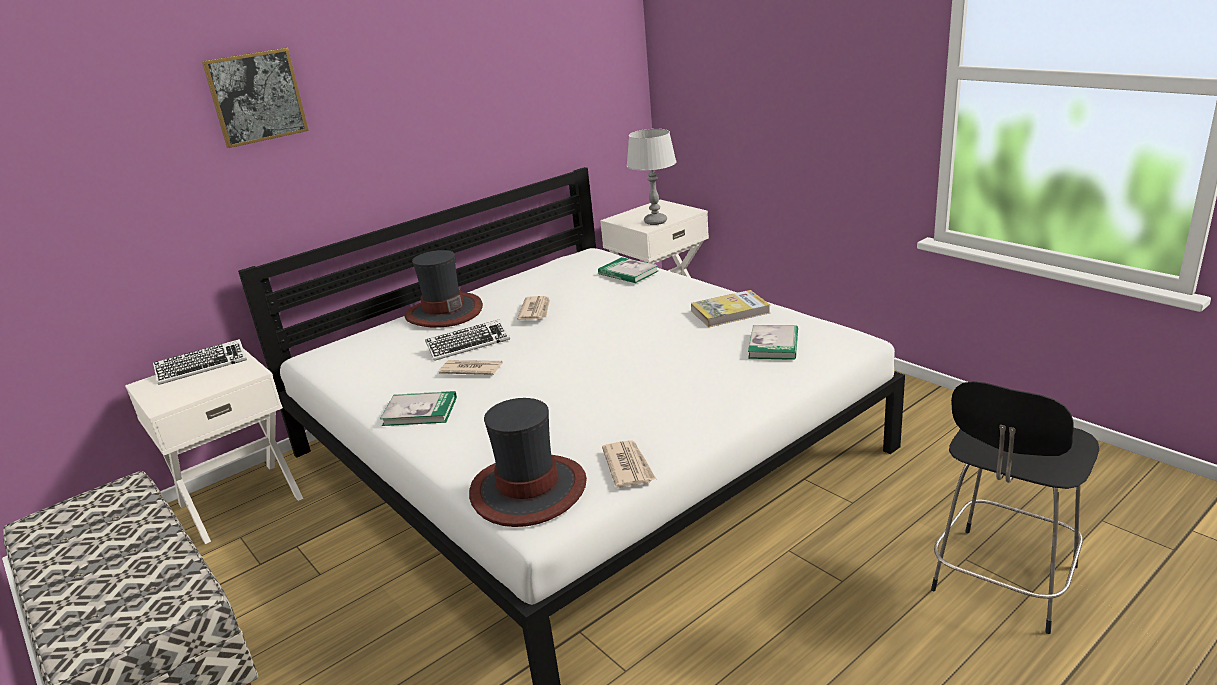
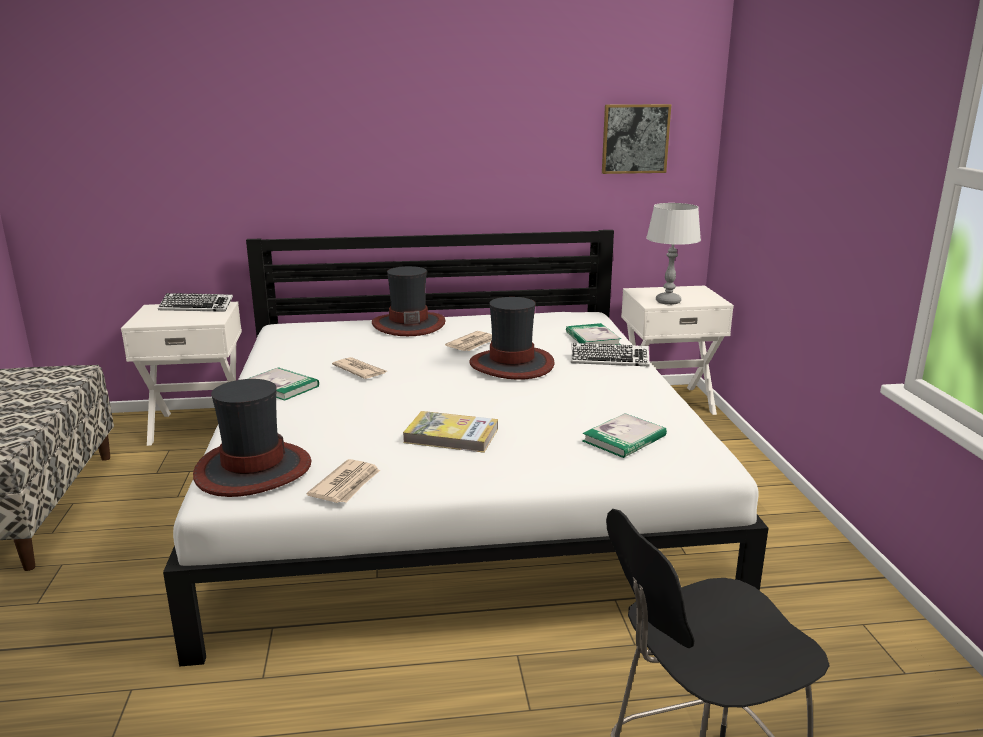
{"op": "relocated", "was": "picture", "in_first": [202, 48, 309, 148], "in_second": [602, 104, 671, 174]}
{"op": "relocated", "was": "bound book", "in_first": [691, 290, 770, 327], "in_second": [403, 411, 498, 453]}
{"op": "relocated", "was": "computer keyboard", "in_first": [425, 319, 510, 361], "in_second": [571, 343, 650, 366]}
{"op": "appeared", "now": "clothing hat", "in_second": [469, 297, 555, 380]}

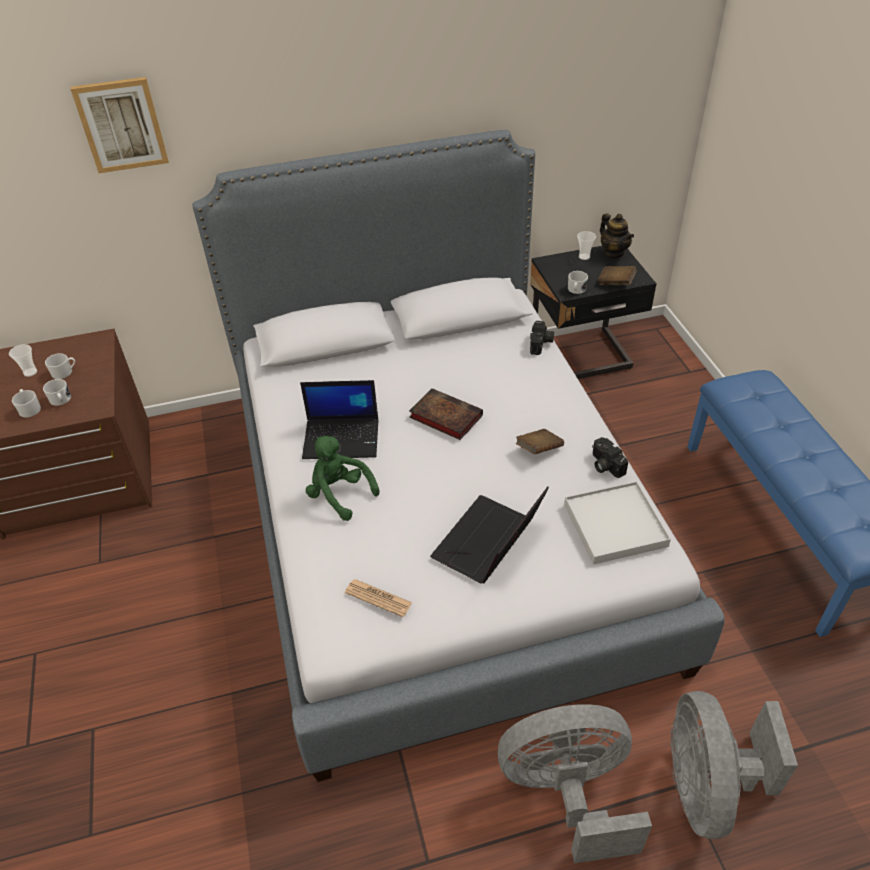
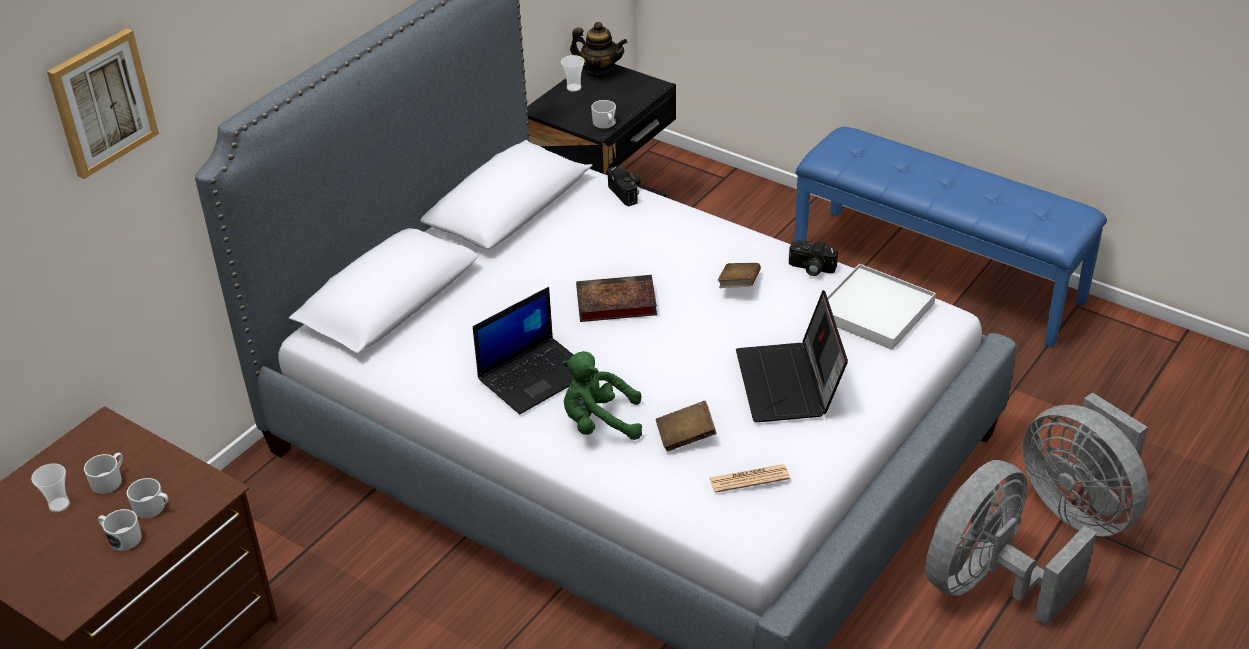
{"op": "relocated", "was": "brown-coloured bound book", "in_first": [597, 266, 637, 285], "in_second": [656, 401, 717, 451]}

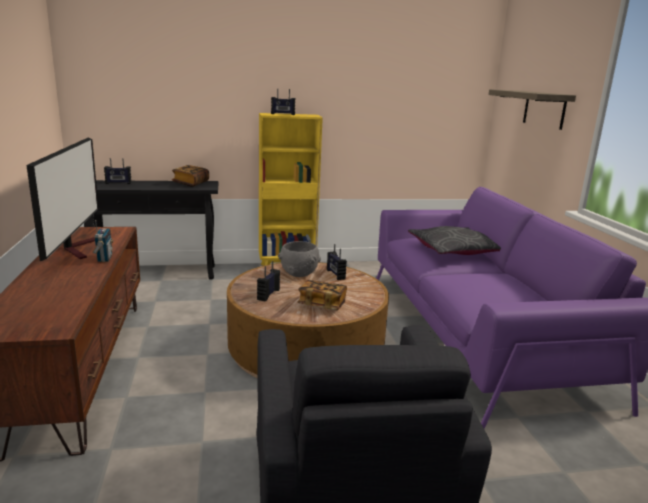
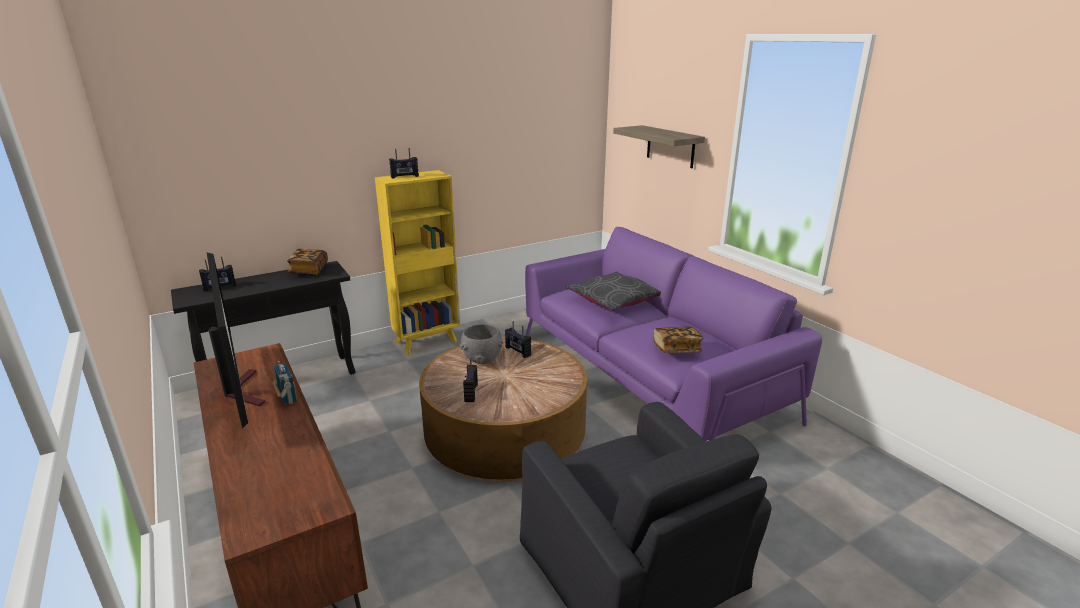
{"op": "relocated", "was": "bound book", "in_first": [297, 280, 347, 310], "in_second": [653, 327, 703, 353]}

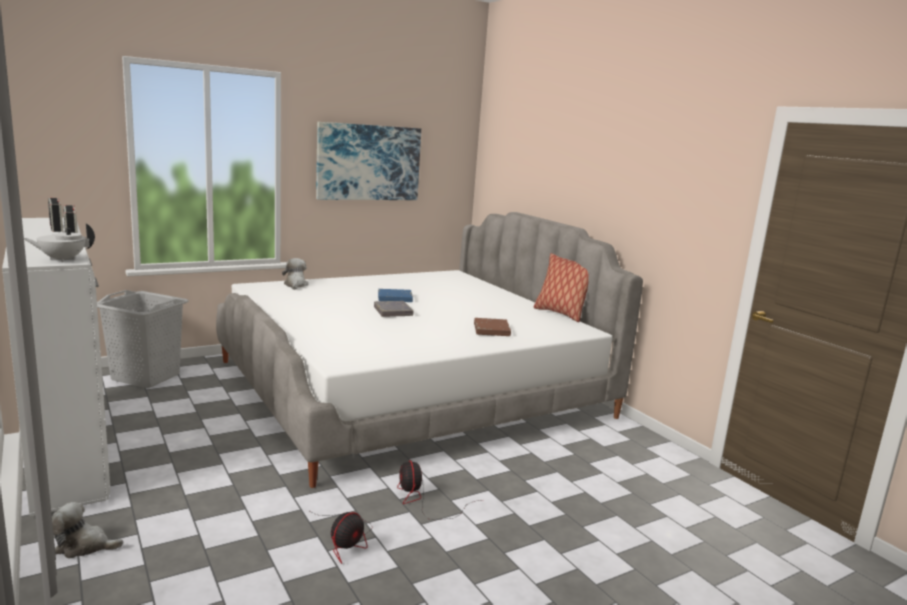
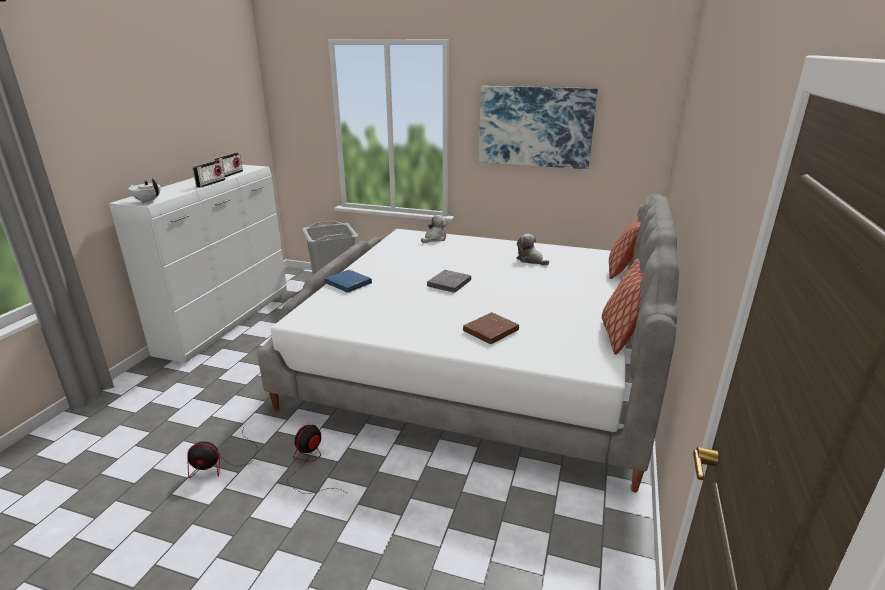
{"op": "relocated", "was": "bluish bound book", "in_first": [378, 289, 413, 302], "in_second": [325, 270, 372, 293]}
{"op": "relocated", "was": "plush toy", "in_first": [52, 502, 123, 559], "in_second": [516, 234, 549, 265]}
{"op": "appeared", "now": "cushion", "in_second": [609, 216, 641, 279]}

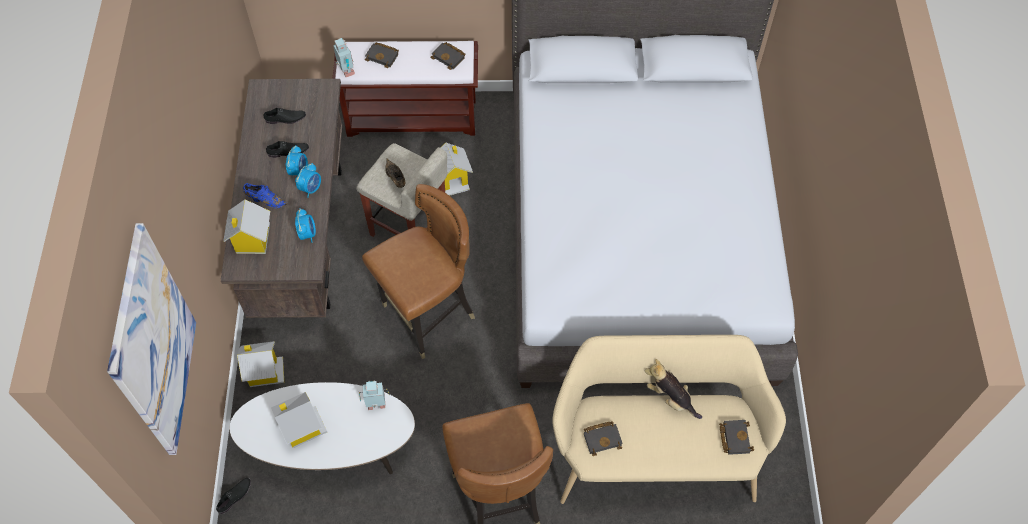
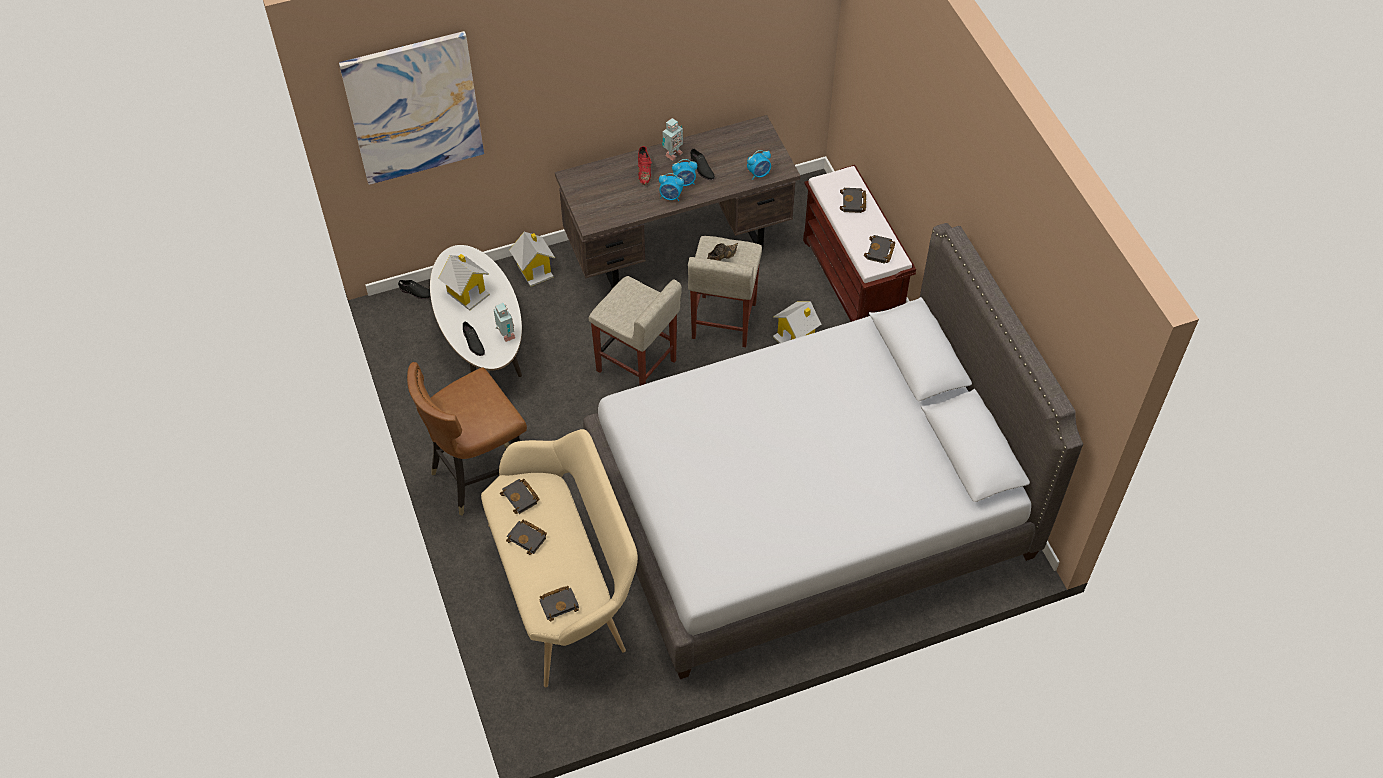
{"op": "relocated", "was": "robot figure", "in_first": [333, 38, 355, 77], "in_second": [662, 118, 683, 161]}
{"op": "relocated", "was": "black-coloured item of footwear", "in_first": [264, 108, 306, 124], "in_second": [463, 322, 485, 356]}
{"op": "colour", "was": "bluish item of footwear", "now": "red-coloured item of footwear", "in_first": [243, 183, 287, 208], "in_second": [638, 146, 652, 185]}
{"op": "exchanged", "was": "brown-coloured upright chair", "now": "beige-coloured sitting stool", "in_first": [362, 184, 475, 359], "in_second": [588, 276, 682, 386]}
{"op": "missing", "was": "toy house", "in_first": [223, 199, 270, 254]}
{"op": "relocated", "was": "alarm clock", "in_first": [295, 209, 316, 243], "in_second": [747, 150, 771, 180]}
{"op": "missing", "was": "plush toy", "in_first": [645, 359, 702, 419]}
{"op": "appeared", "now": "black-coloured bound book", "in_second": [506, 520, 547, 555]}

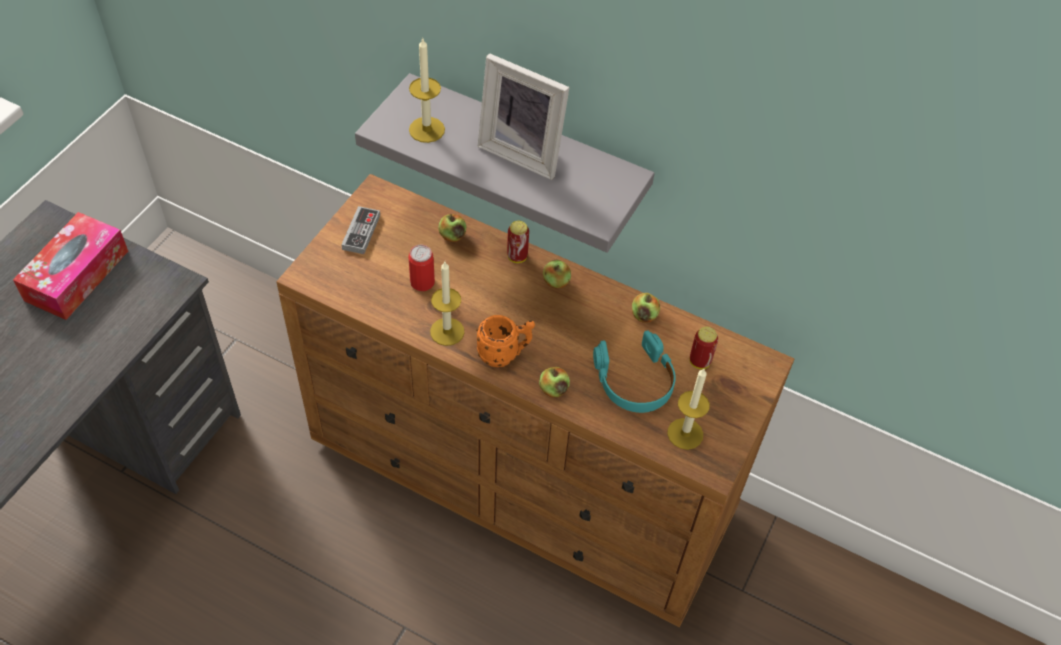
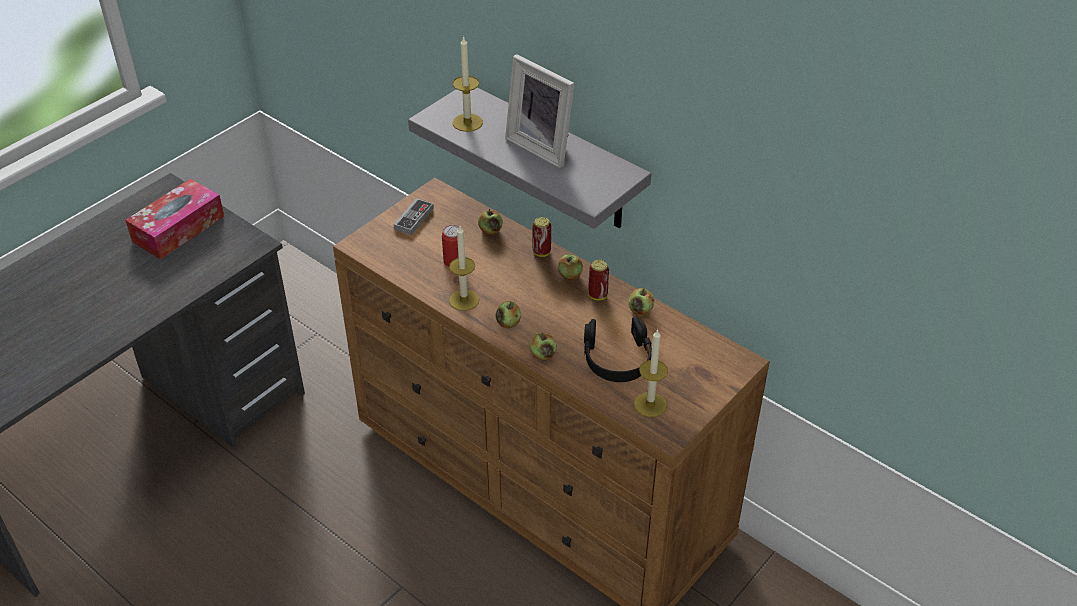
{"op": "exchanged", "was": "orange-coloured tea mug", "now": "apple fruit", "in_first": [476, 315, 535, 367], "in_second": [495, 301, 521, 328]}
{"op": "relocated", "was": "sealed can", "in_first": [690, 326, 718, 369], "in_second": [588, 260, 609, 301]}
{"op": "colour", "was": "turquoise headphones", "now": "black-coloured headphones", "in_first": [593, 330, 676, 413], "in_second": [584, 317, 652, 382]}

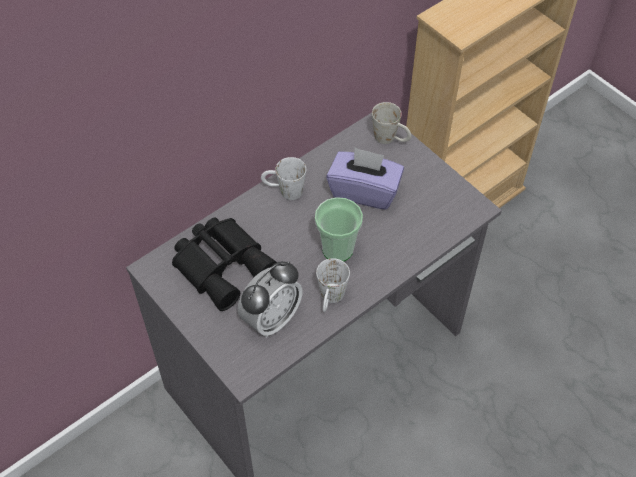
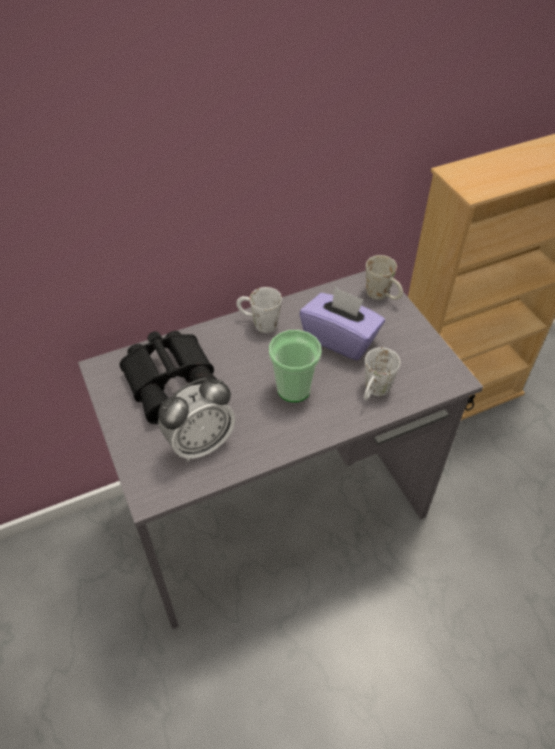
{"op": "relocated", "was": "white tea mug", "in_first": [316, 258, 350, 312], "in_second": [364, 347, 400, 401]}

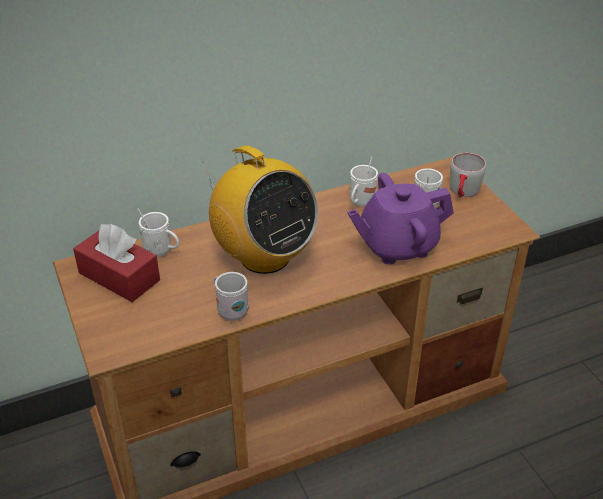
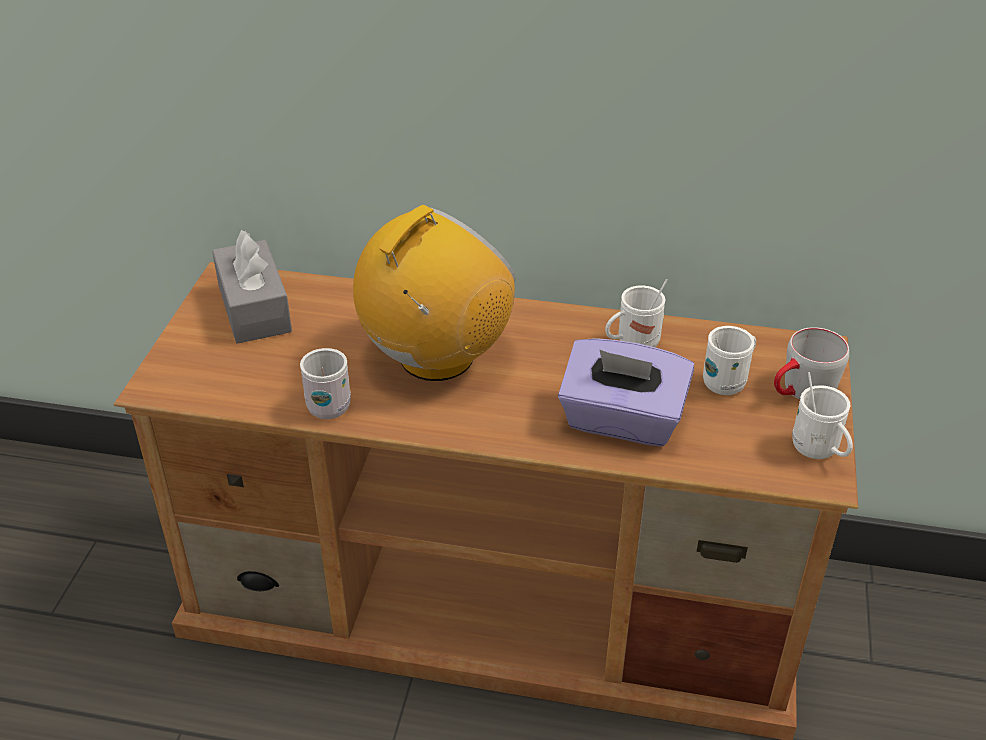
{"op": "spun", "was": "radio receiver", "in_first": [202, 146, 318, 274], "in_second": [353, 205, 516, 381], "clockwise": -135}
{"op": "exchanged", "was": "purplish pot for tea", "now": "purplish tissue holder", "in_first": [347, 173, 454, 265], "in_second": [558, 338, 694, 447]}
{"op": "relocated", "was": "white tea mug", "in_first": [137, 208, 179, 257], "in_second": [792, 372, 853, 459]}
{"op": "colour", "was": "red-coloured tissue holder", "now": "greyish tissue holder", "in_first": [73, 224, 160, 302], "in_second": [212, 230, 292, 344]}

